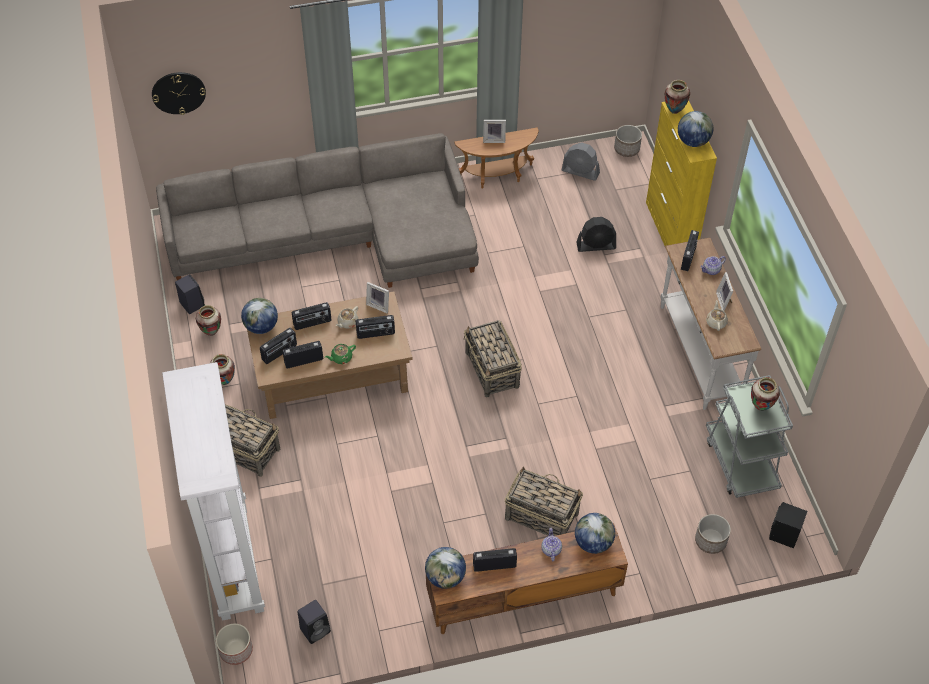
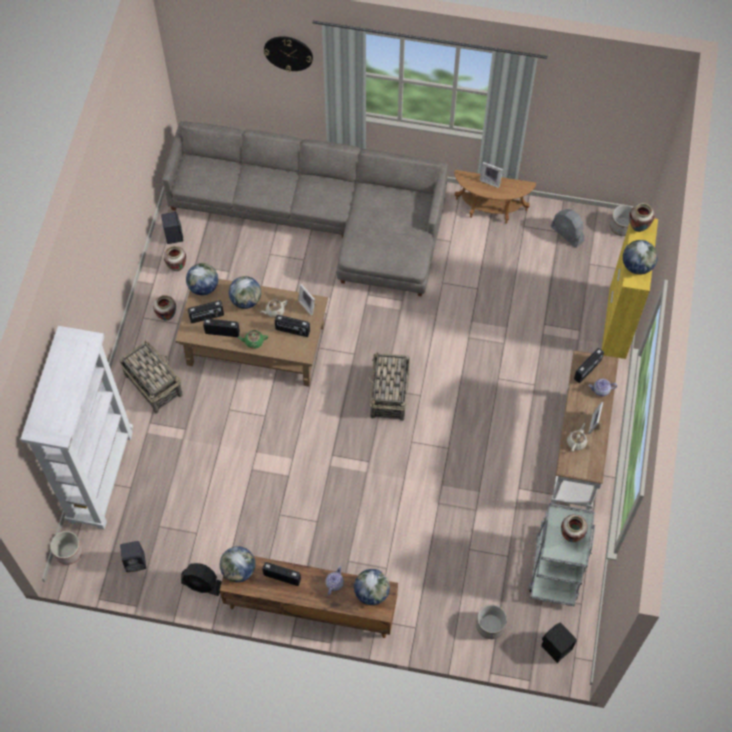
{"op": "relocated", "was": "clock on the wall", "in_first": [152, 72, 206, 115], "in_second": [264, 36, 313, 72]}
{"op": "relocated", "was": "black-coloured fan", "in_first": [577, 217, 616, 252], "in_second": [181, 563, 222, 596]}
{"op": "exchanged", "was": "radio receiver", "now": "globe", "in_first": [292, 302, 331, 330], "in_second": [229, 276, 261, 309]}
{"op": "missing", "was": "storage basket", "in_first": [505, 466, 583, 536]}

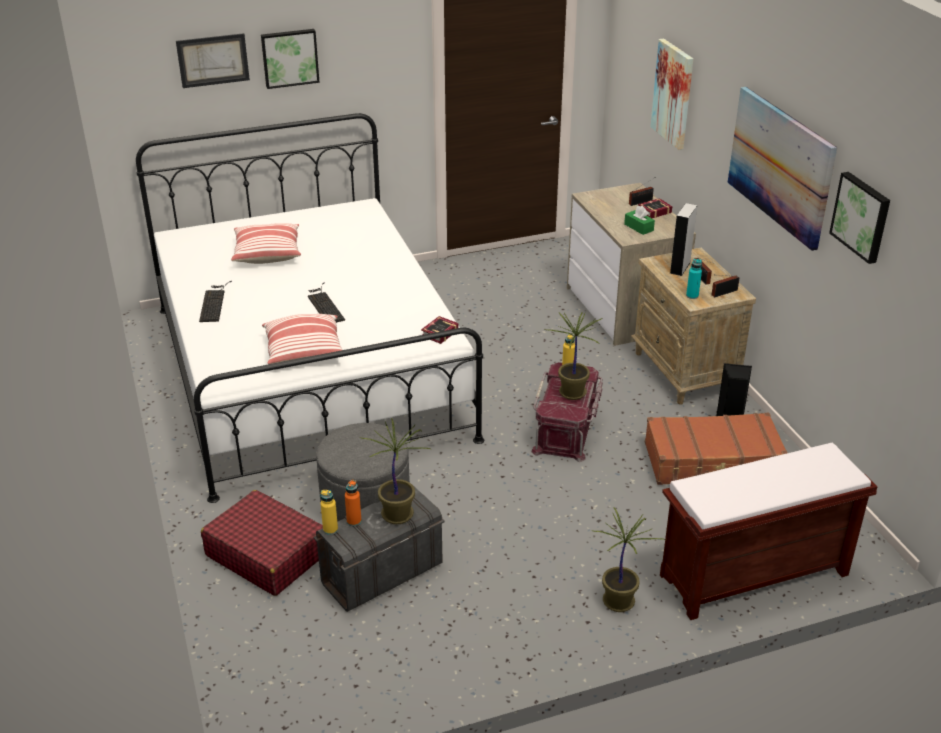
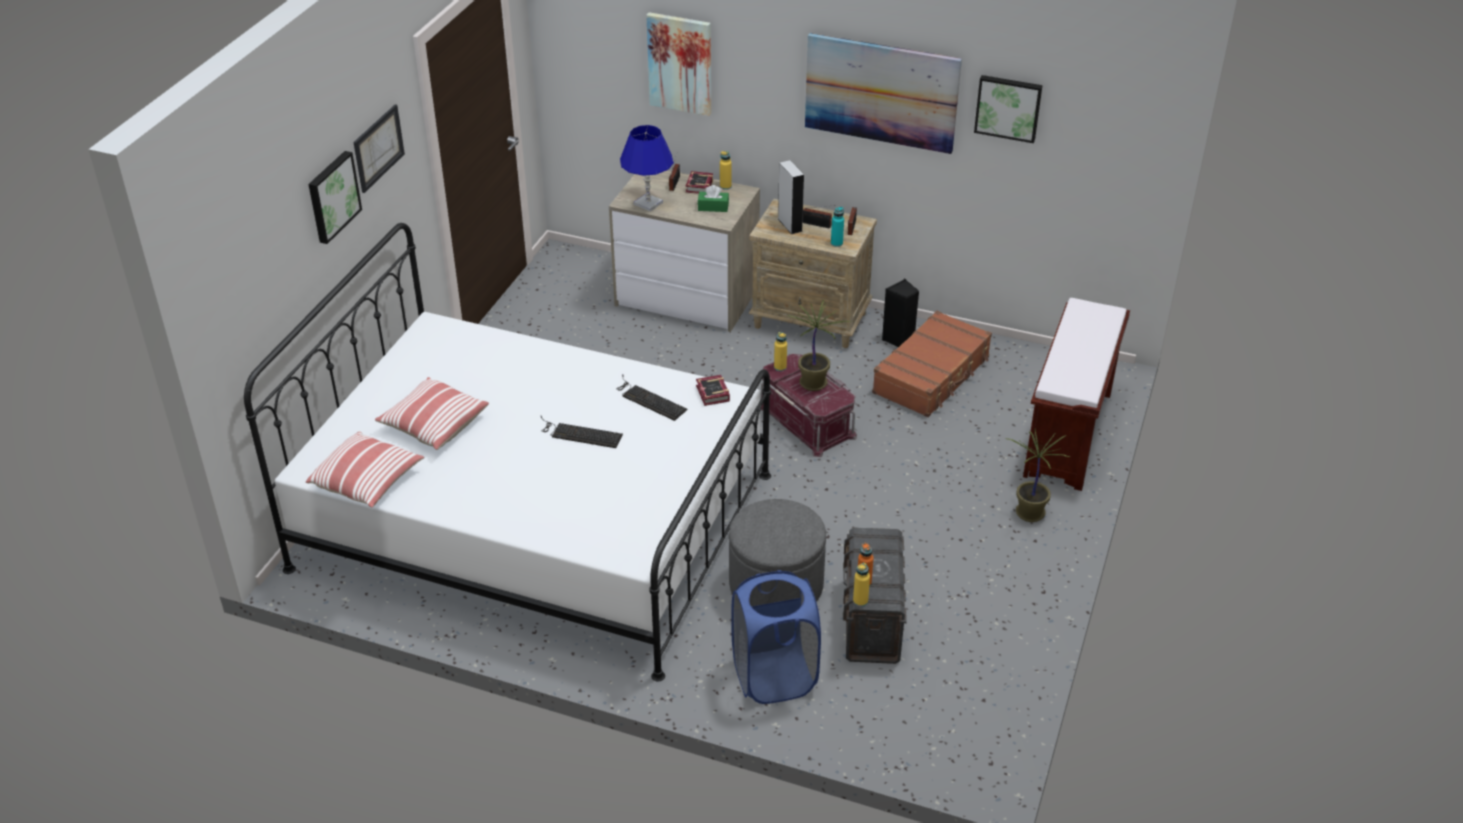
{"op": "relocated", "was": "picture", "in_first": [176, 33, 250, 88], "in_second": [353, 104, 405, 193]}
{"op": "relocated", "was": "computer keyboard", "in_first": [199, 281, 232, 322], "in_second": [616, 375, 687, 421]}
{"op": "relocated", "was": "cushion", "in_first": [262, 314, 342, 364], "in_second": [306, 432, 424, 507]}
{"op": "missing", "was": "houseplant", "in_first": [360, 418, 431, 524]}
{"op": "exchanged", "was": "red-coloured suitcase", "now": "bluish hamper", "in_first": [201, 490, 323, 596], "in_second": [732, 570, 821, 704]}
{"op": "appeared", "now": "bluish lamp for a table", "in_second": [620, 125, 674, 212]}
{"op": "appeared", "now": "yellow-coloured bottle", "in_second": [720, 151, 732, 190]}

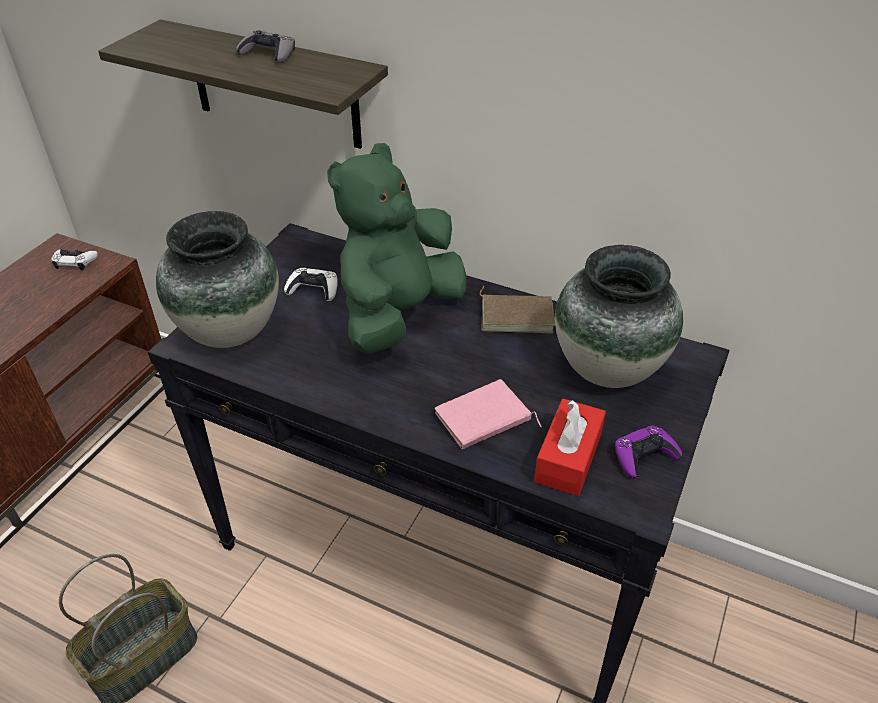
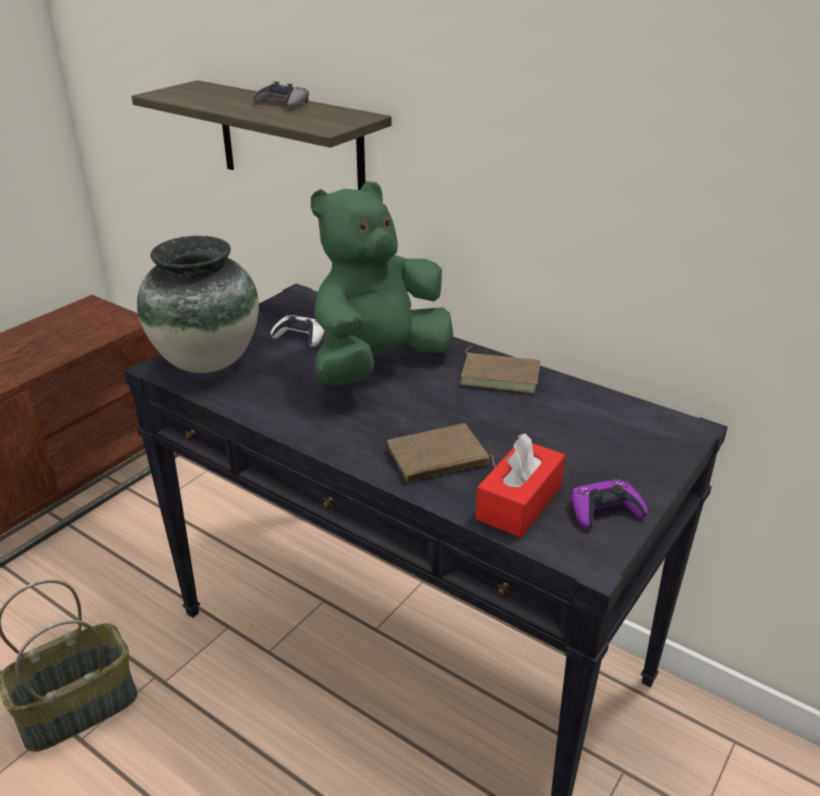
{"op": "missing", "was": "decorative vase", "in_first": [555, 245, 683, 388]}
{"op": "missing", "was": "white gamepad", "in_first": [52, 249, 98, 270]}
{"op": "colour", "was": "pink-coloured bound book", "now": "brown-coloured bound book", "in_first": [434, 379, 542, 449], "in_second": [387, 423, 496, 482]}

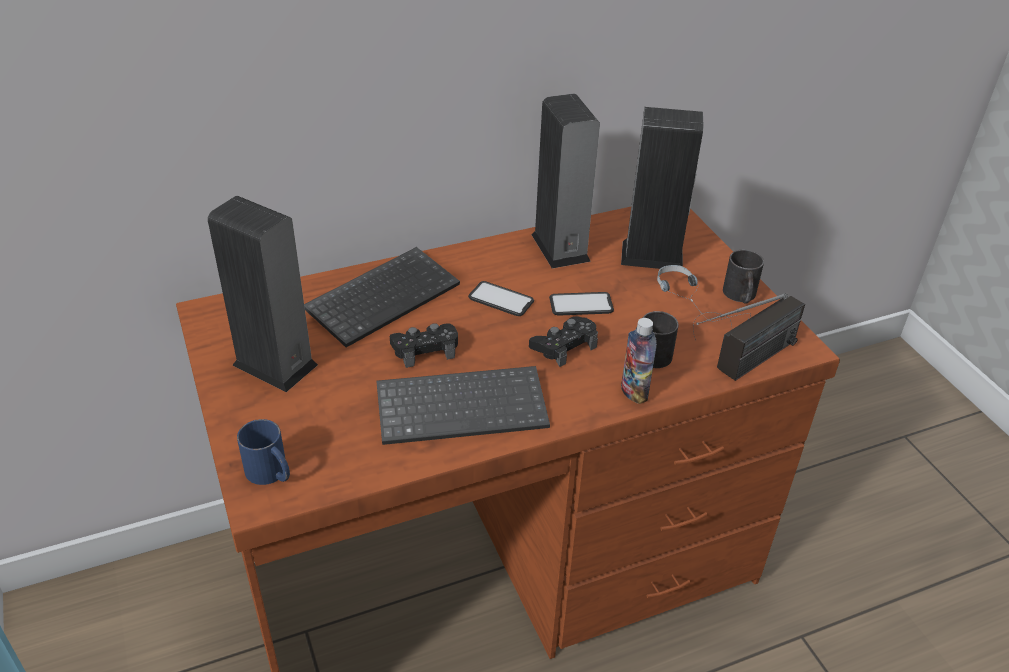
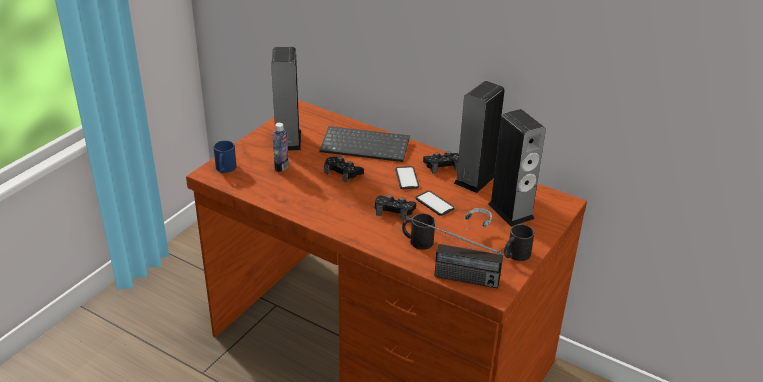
{"op": "relocated", "was": "bottle", "in_first": [621, 318, 657, 404], "in_second": [273, 123, 289, 172]}
{"op": "missing", "was": "computer keyboard", "in_first": [376, 366, 550, 445]}
{"op": "appeared", "now": "black-coloured gamepad", "in_second": [423, 151, 459, 174]}

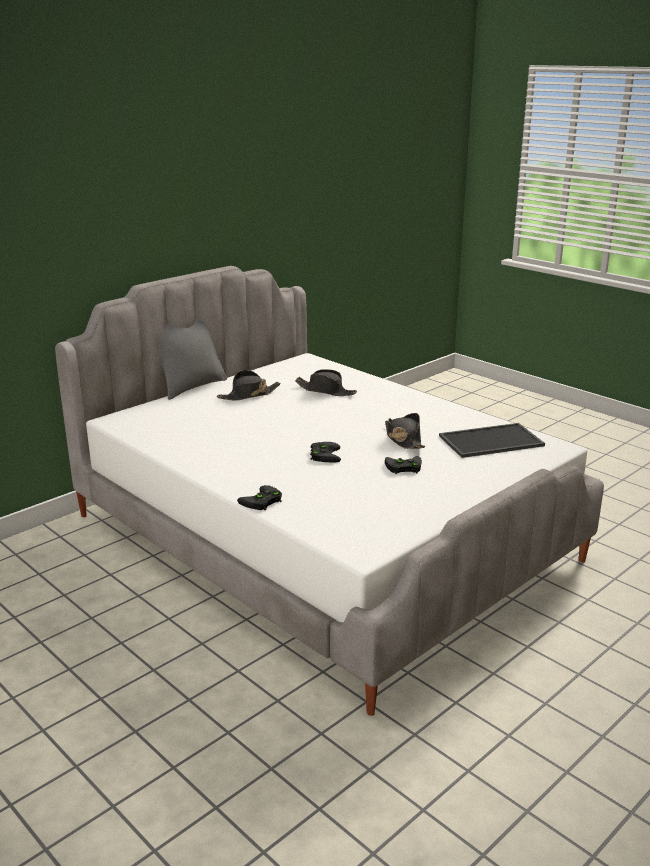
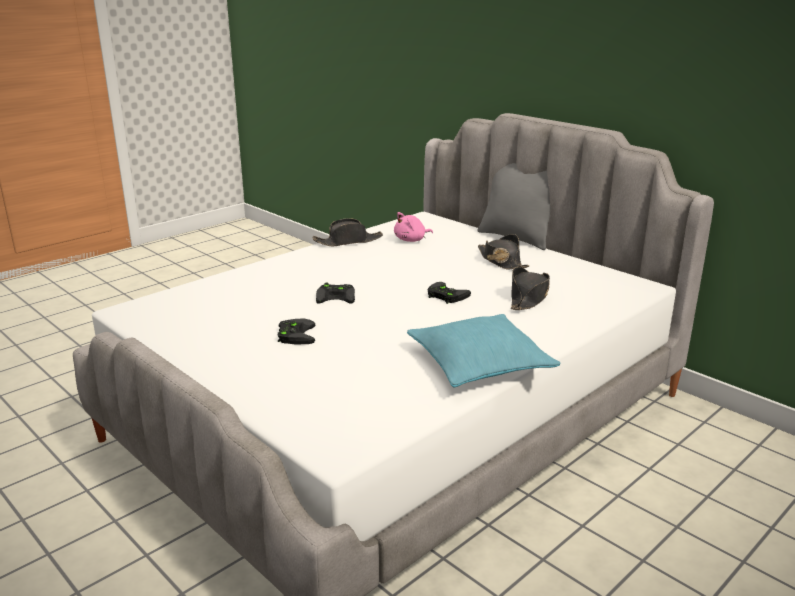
{"op": "relocated", "was": "black-coloured clothing hat", "in_first": [385, 413, 425, 449], "in_second": [312, 219, 383, 246]}
{"op": "missing", "was": "tray", "in_first": [439, 423, 545, 458]}
{"op": "relocated", "was": "black-coloured gamepad", "in_first": [237, 485, 282, 510], "in_second": [427, 282, 471, 304]}
{"op": "appeared", "now": "pink-coloured plush toy", "in_second": [394, 212, 433, 242]}
{"op": "appeared", "now": "turquoise cushion", "in_second": [407, 314, 561, 387]}

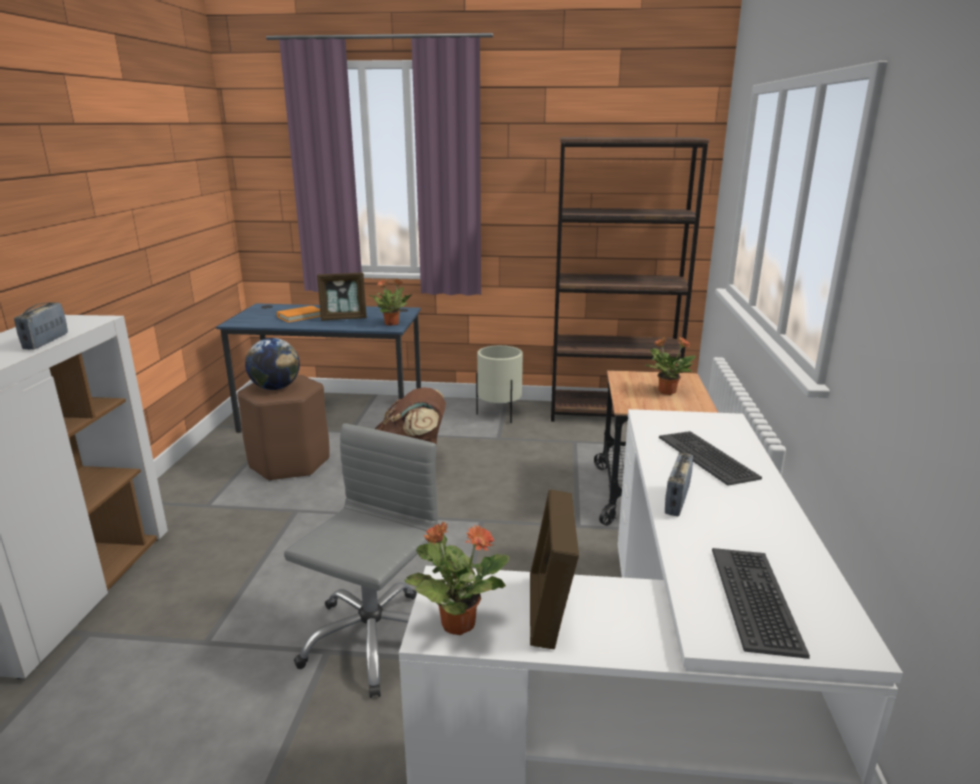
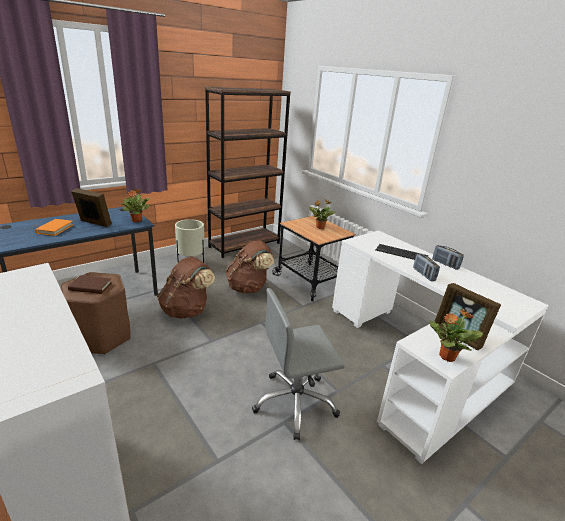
{"op": "spun", "was": "standing frame", "in_first": [317, 272, 367, 321], "in_second": [71, 188, 112, 227], "clockwise": -105}
{"op": "relocated", "was": "radio receiver", "in_first": [14, 302, 68, 350], "in_second": [432, 245, 464, 270]}
{"op": "exchanged", "was": "globe", "now": "brown-coloured bound book", "in_first": [245, 338, 300, 390], "in_second": [68, 275, 112, 294]}
{"op": "spun", "was": "greyish computer chair", "in_first": [284, 423, 438, 698], "in_second": [252, 288, 345, 440], "clockwise": -90}
{"op": "missing", "was": "computer keyboard", "in_first": [712, 548, 810, 659]}
{"op": "appeared", "now": "brown-coloured rucksack", "in_second": [225, 241, 274, 293]}

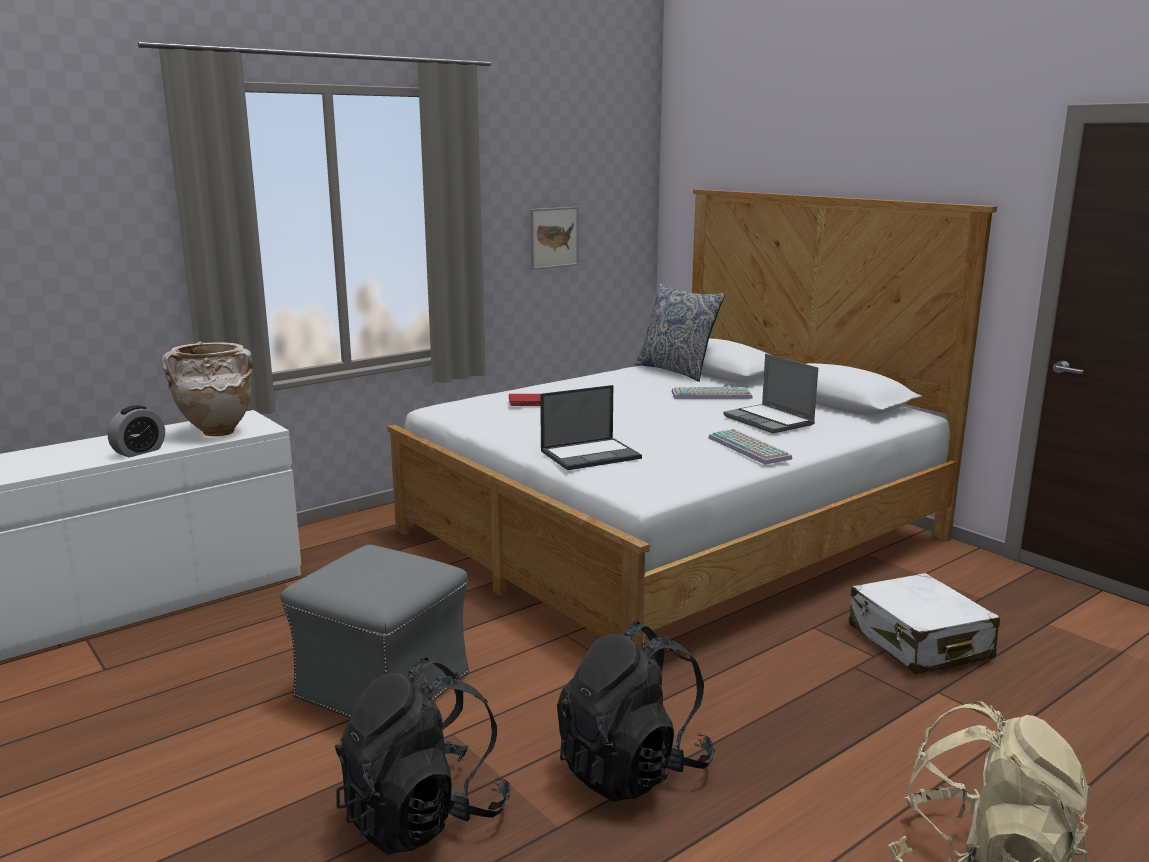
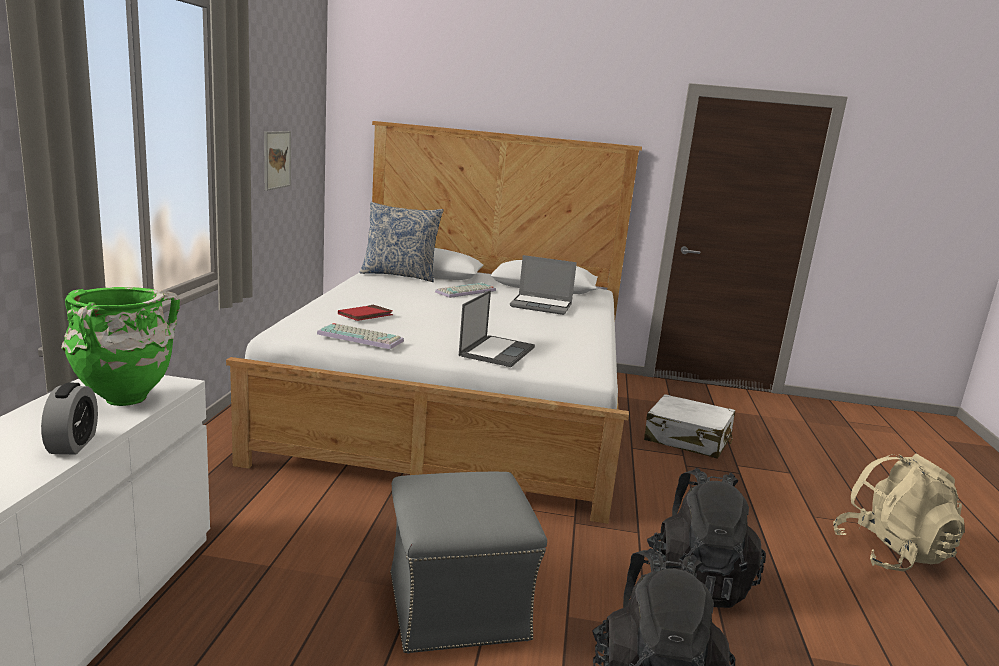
{"op": "colour", "was": "beige-coloured decorative vase", "now": "green-coloured decorative vase", "in_first": [162, 341, 253, 436], "in_second": [61, 287, 180, 406]}
{"op": "relocated", "was": "computer keyboard", "in_first": [708, 429, 792, 465], "in_second": [317, 323, 404, 349]}

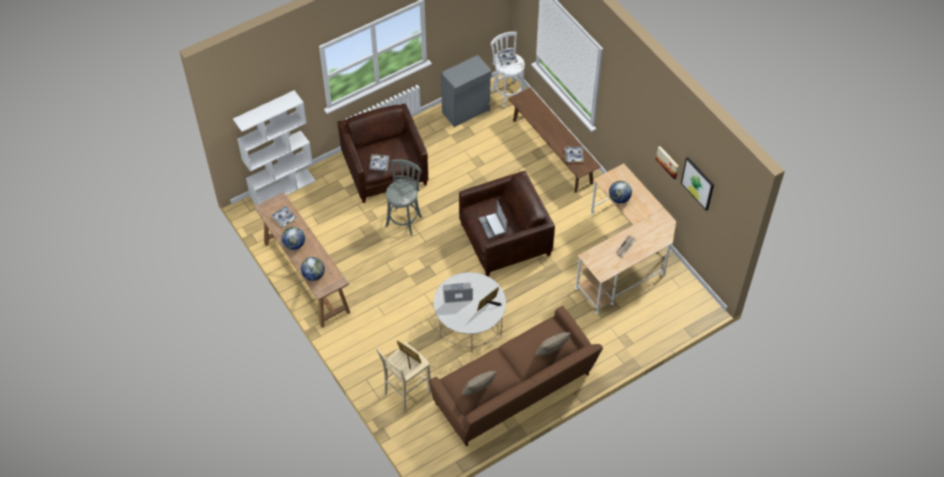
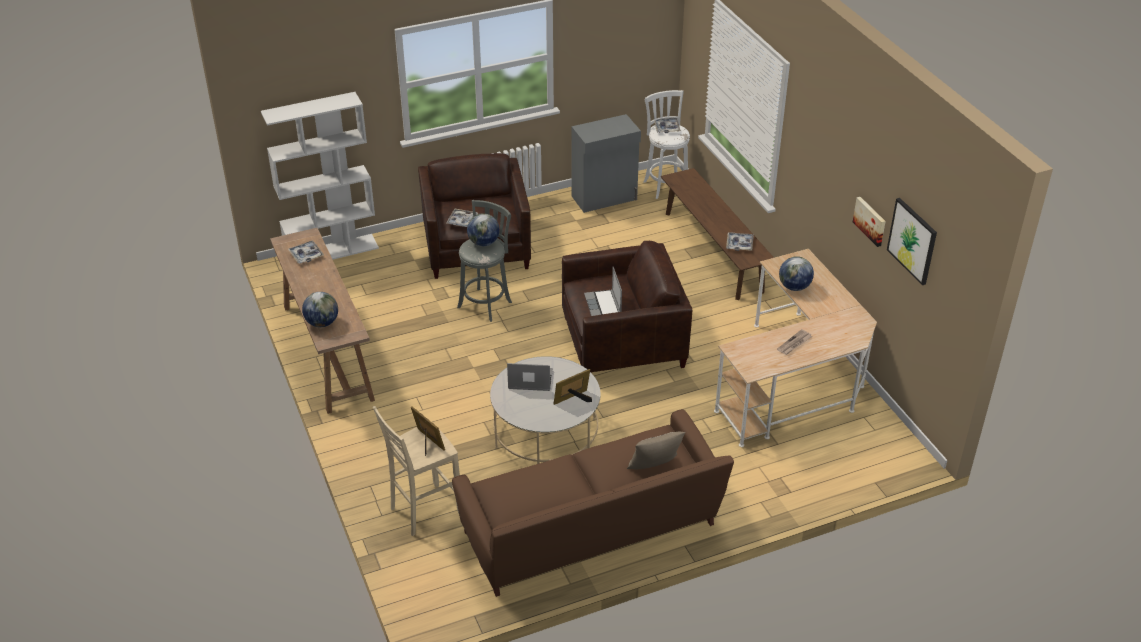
{"op": "relocated", "was": "globe", "in_first": [281, 226, 305, 250], "in_second": [467, 213, 500, 246]}
{"op": "missing", "was": "beige-coloured cushion", "in_first": [462, 371, 497, 395]}

